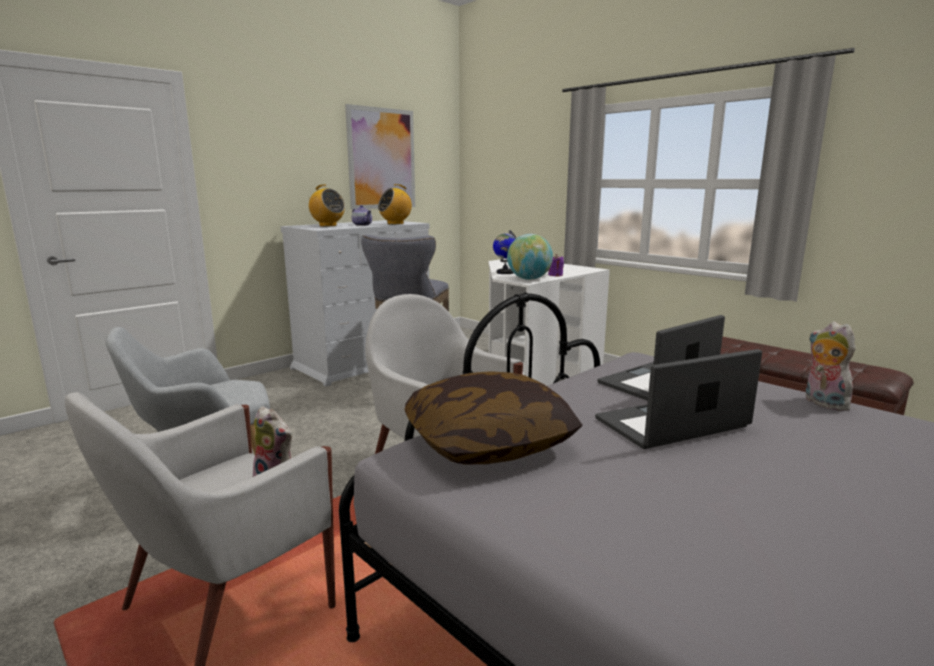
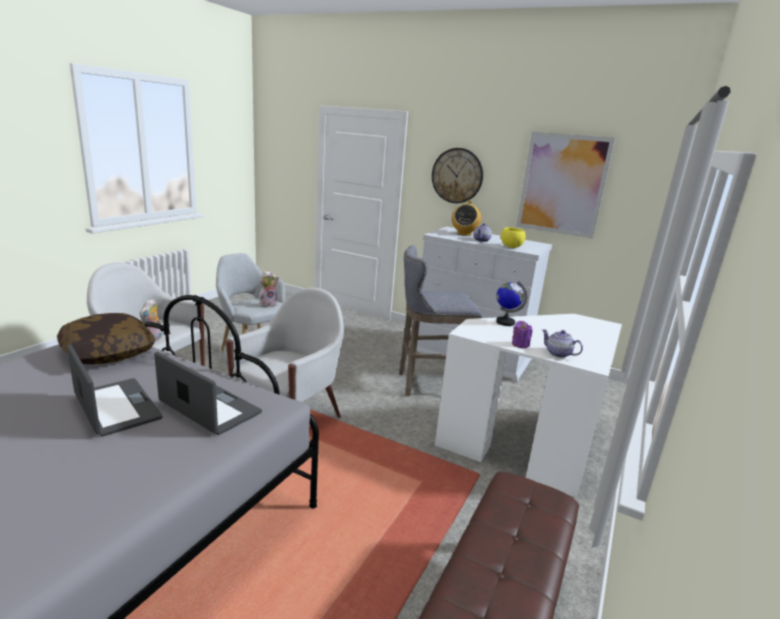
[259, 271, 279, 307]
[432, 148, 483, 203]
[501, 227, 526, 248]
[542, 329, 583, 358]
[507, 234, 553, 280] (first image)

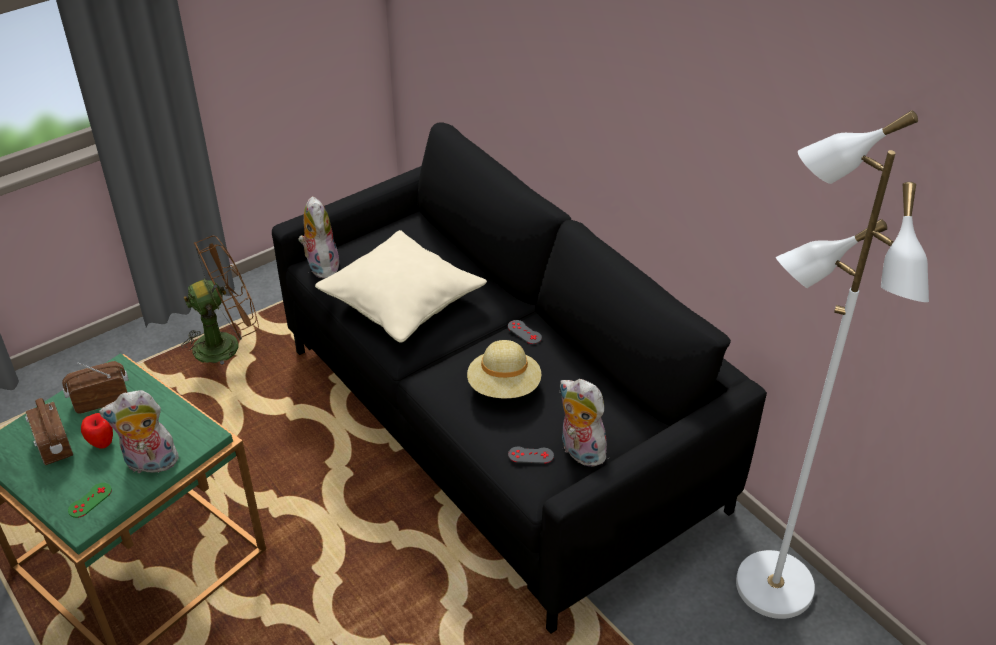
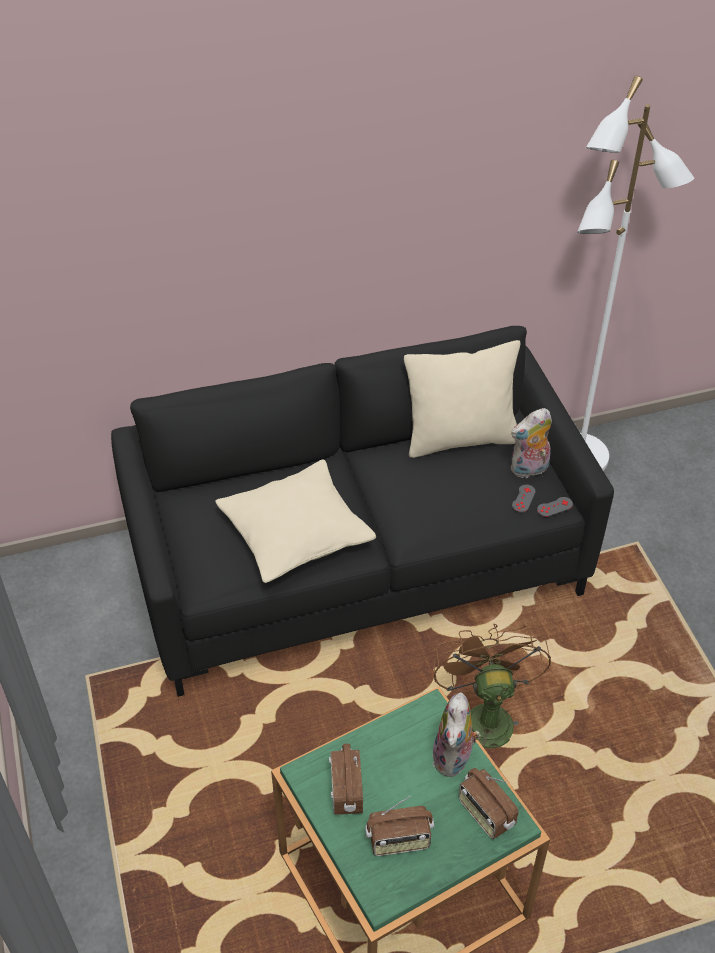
[404, 340, 520, 458]
[434, 624, 551, 749]
[459, 768, 519, 839]
[537, 497, 573, 517]
[81, 413, 113, 449] (first image)
[298, 196, 339, 278] (first image)
[467, 340, 541, 398] (first image)

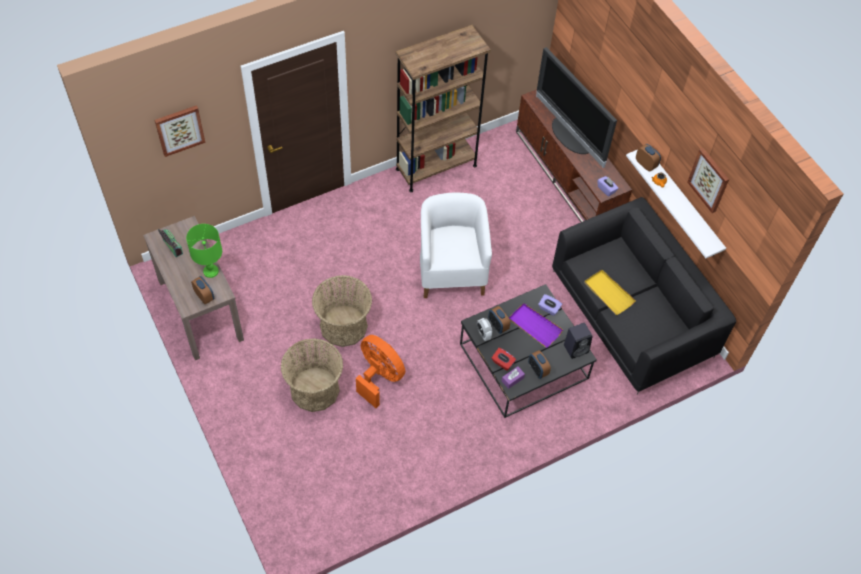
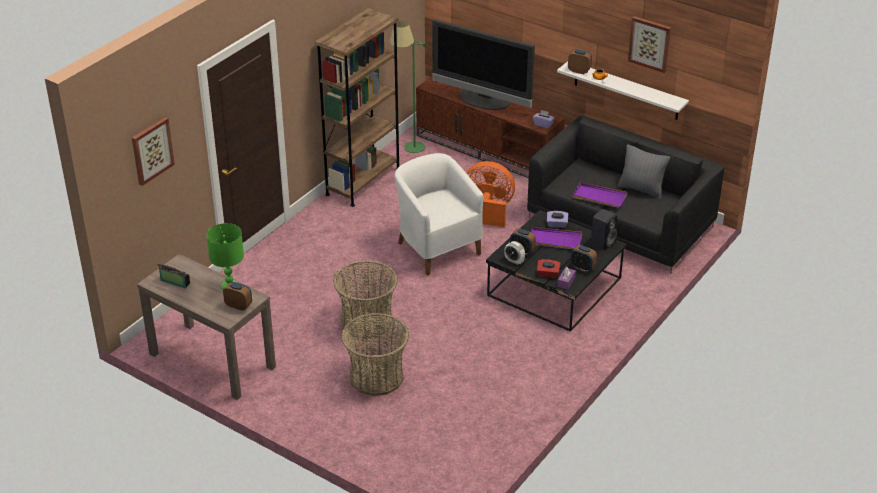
[390, 20, 425, 153]
[466, 161, 515, 227]
[573, 182, 627, 208]
[618, 144, 670, 199]

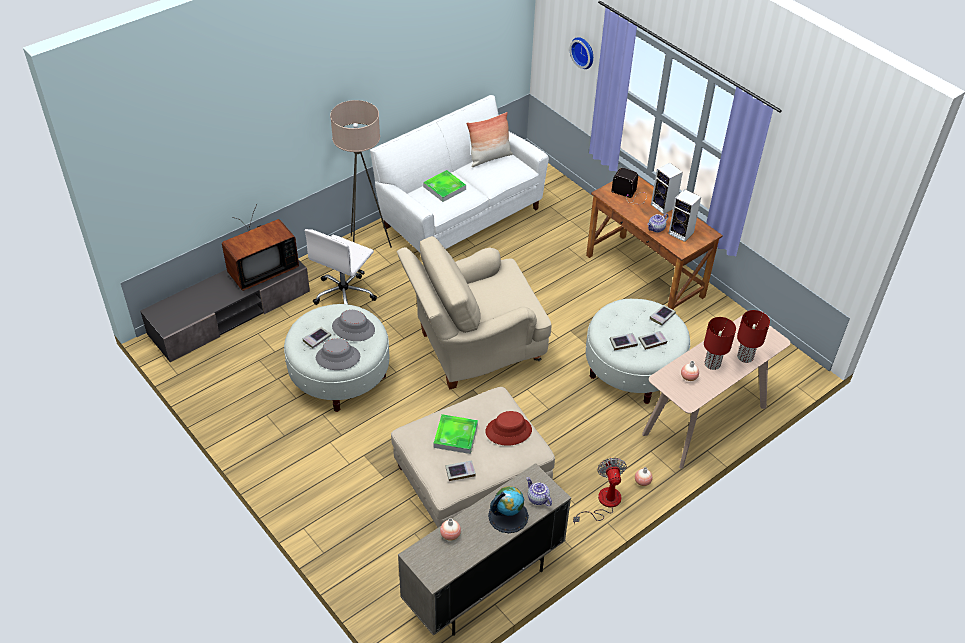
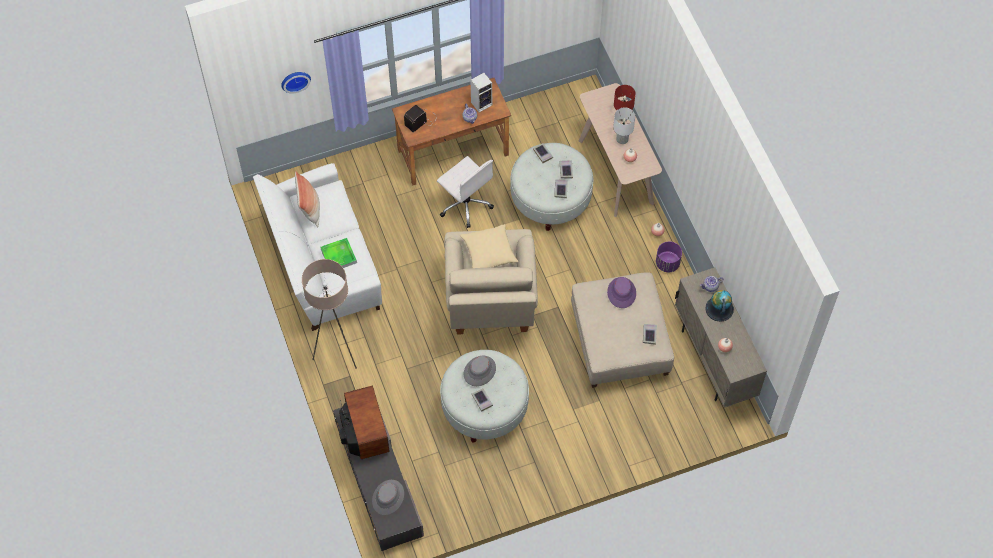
[372, 480, 404, 515]
[437, 156, 494, 228]
[460, 224, 518, 268]
[607, 277, 636, 308]
[613, 108, 635, 144]
[656, 241, 682, 272]
[434, 414, 478, 454] (first image)
[651, 162, 683, 214] (first image)

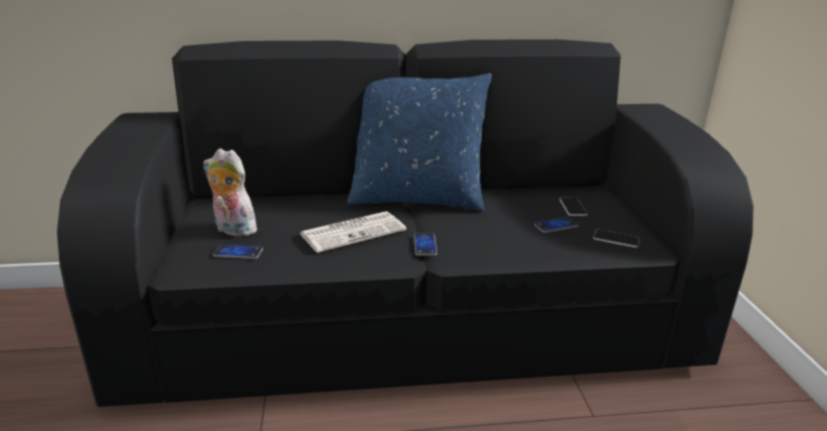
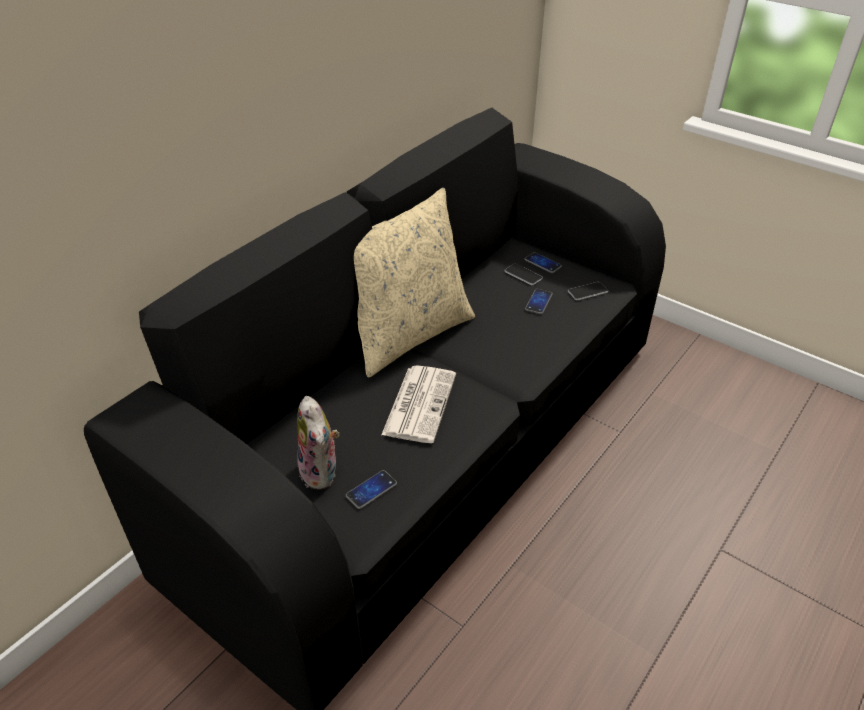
[297, 396, 339, 490]
[354, 188, 475, 378]
[524, 252, 562, 273]

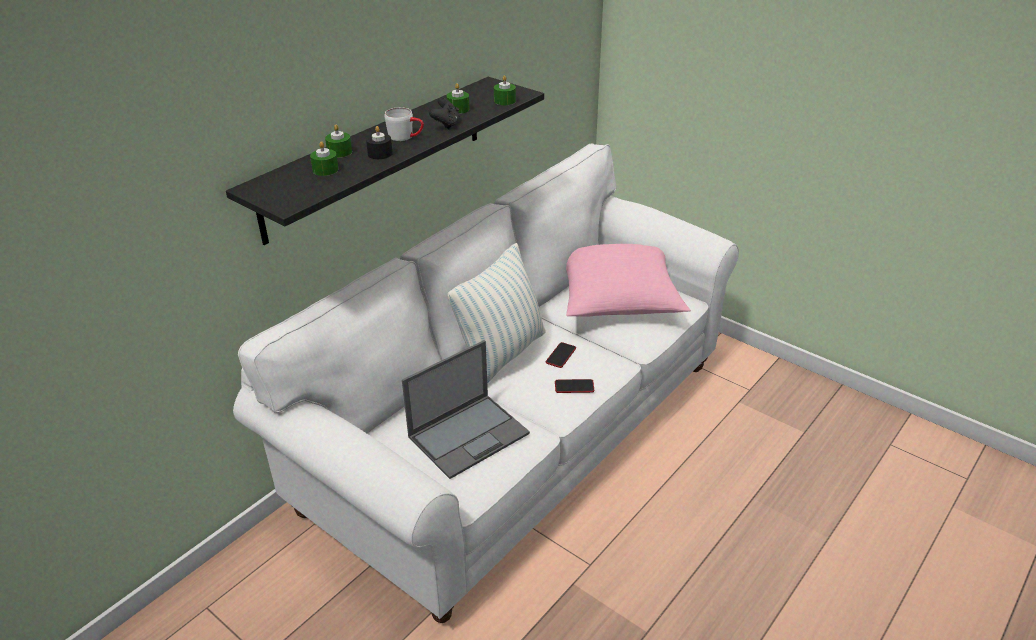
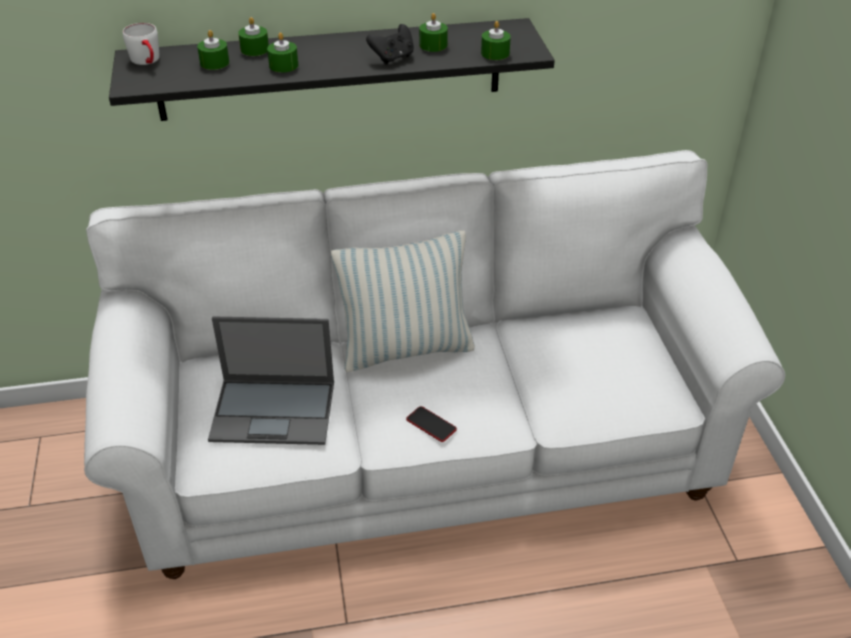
[123, 23, 160, 65]
[267, 32, 298, 73]
[546, 342, 576, 368] (first image)
[566, 244, 691, 317] (first image)

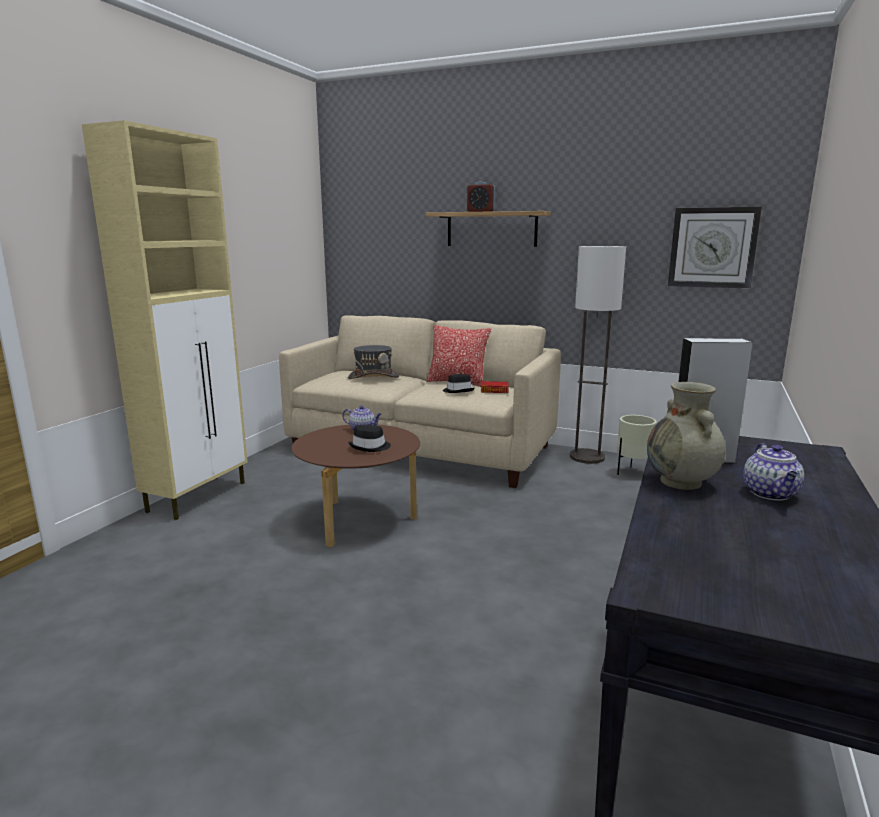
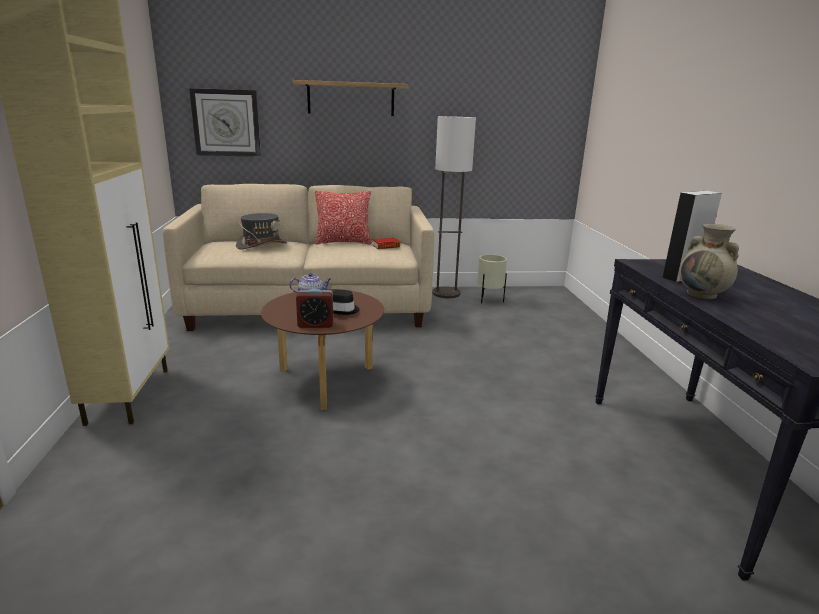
[189, 88, 261, 157]
[296, 289, 333, 328]
[443, 374, 475, 393] (first image)
[743, 443, 804, 501] (first image)

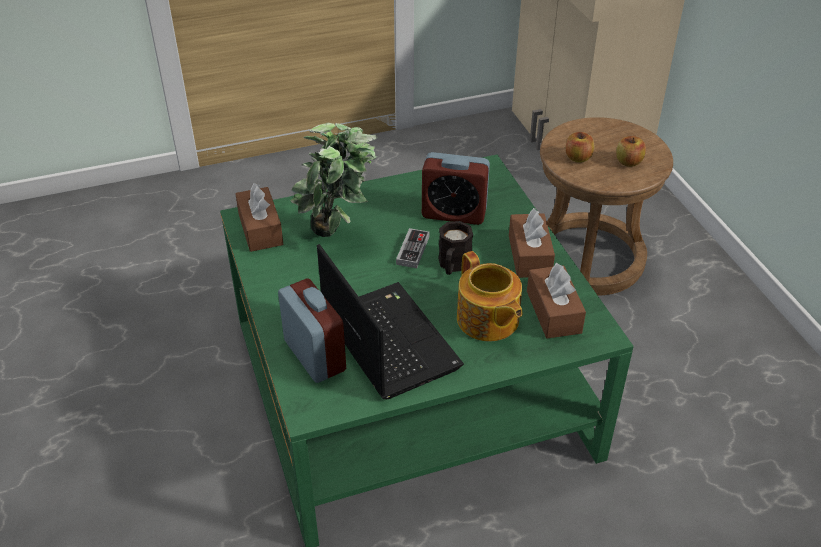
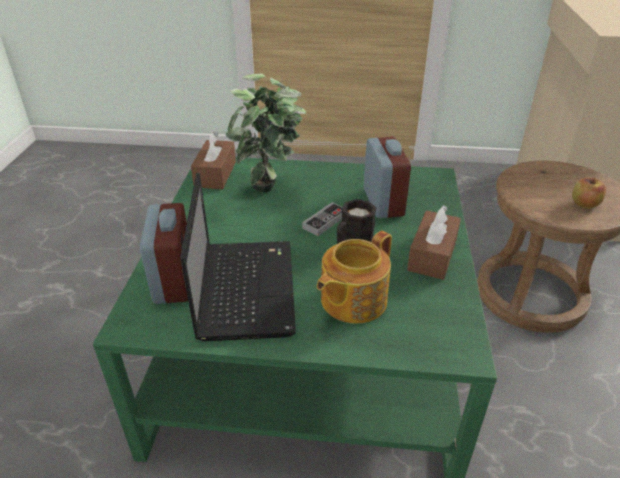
[317, 231, 392, 324]
[364, 137, 411, 218]
[527, 263, 586, 338] (first image)
[566, 132, 594, 163] (first image)

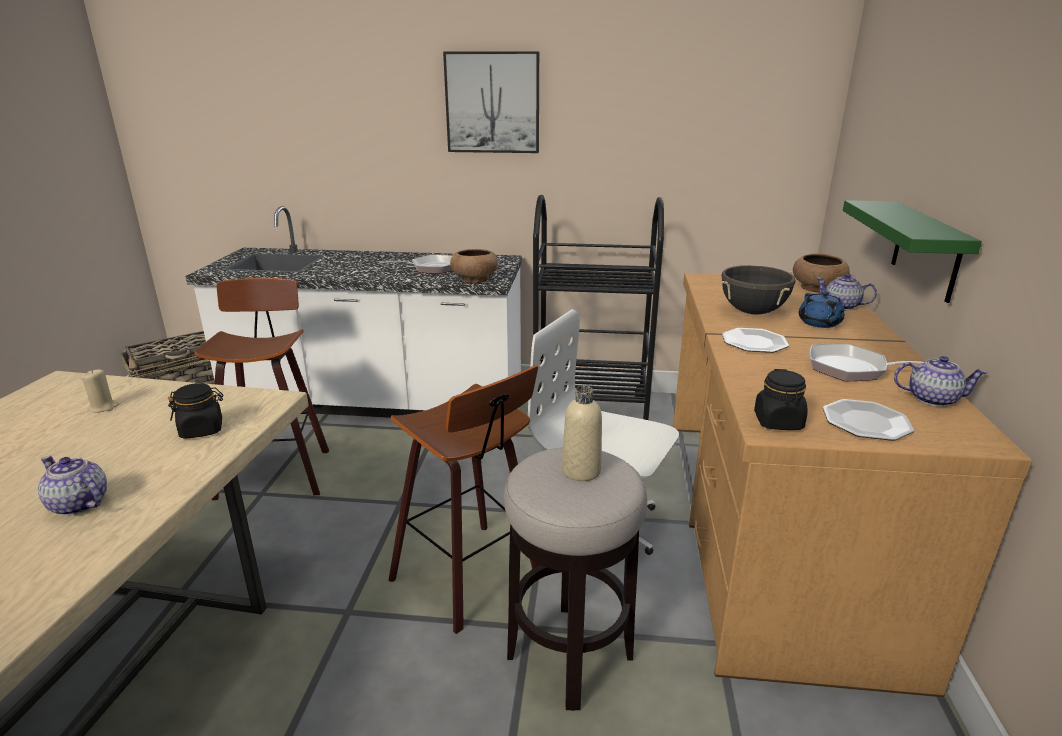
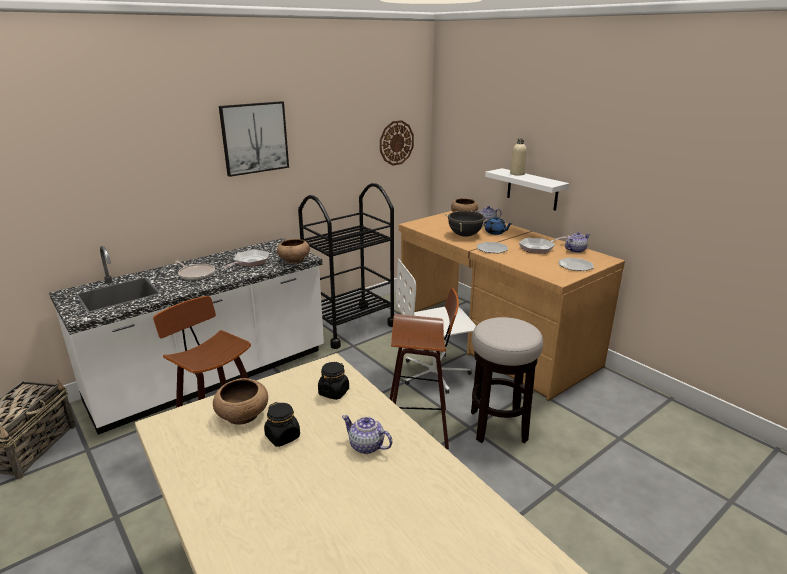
[175, 261, 215, 281]
[213, 378, 268, 425]
[264, 402, 300, 447]
[342, 415, 392, 454]
[380, 120, 414, 166]
[485, 168, 569, 211]
[510, 139, 527, 176]

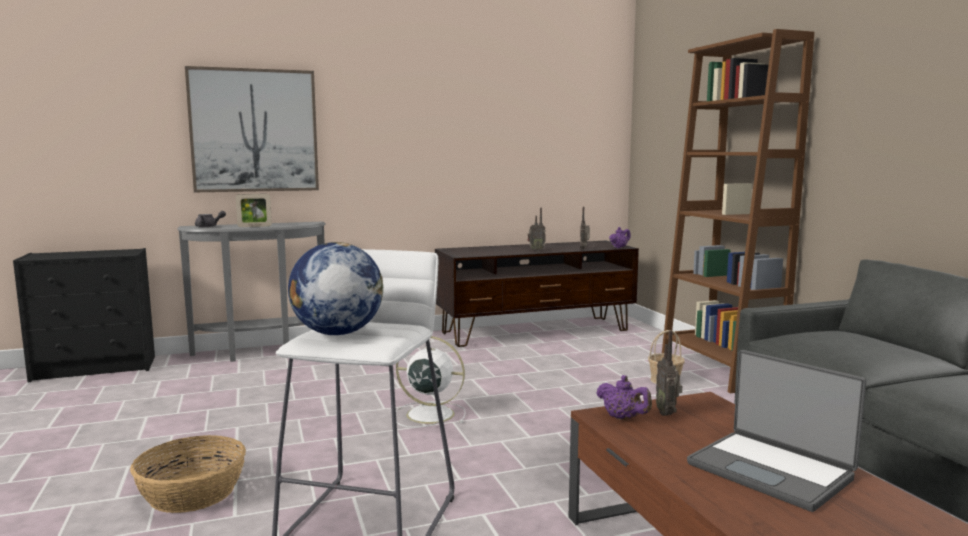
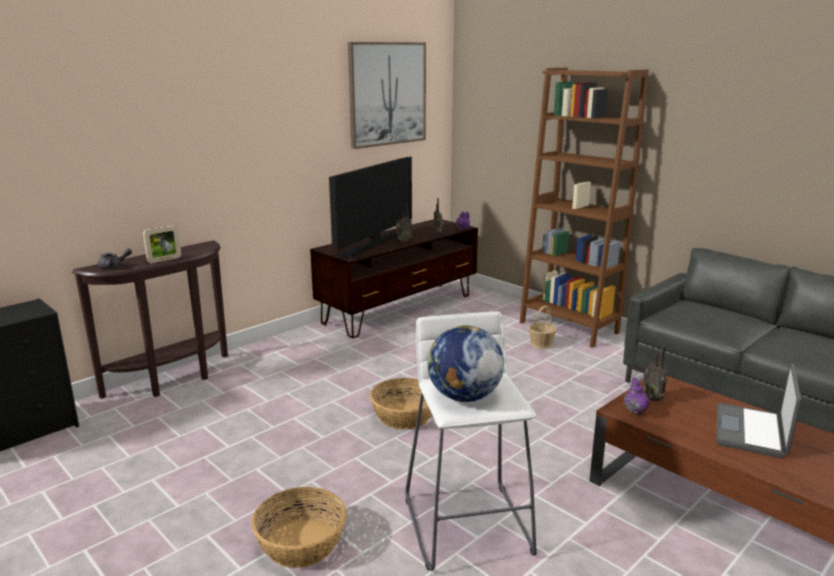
[72, 240, 228, 399]
[329, 156, 412, 258]
[348, 42, 426, 149]
[370, 378, 432, 429]
[623, 377, 650, 414]
[716, 363, 801, 458]

